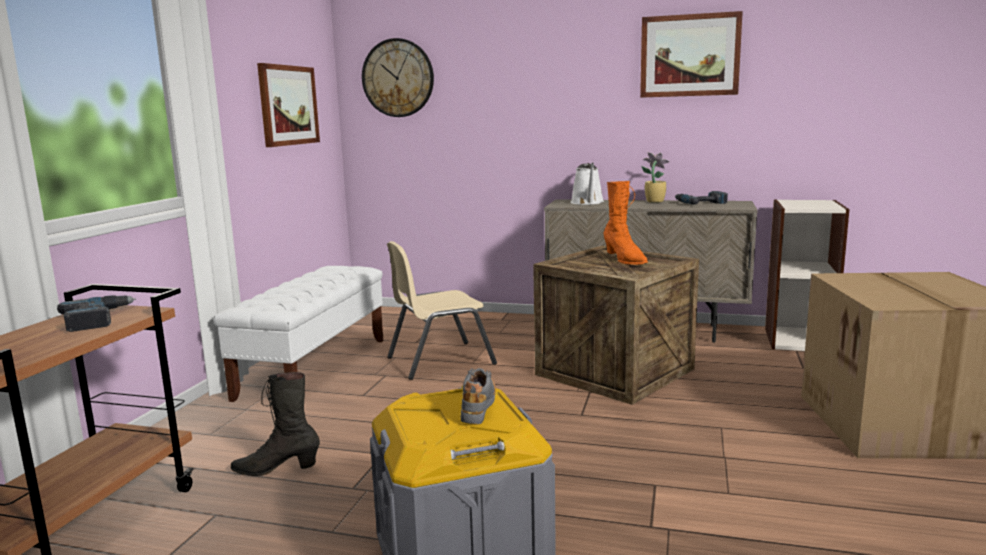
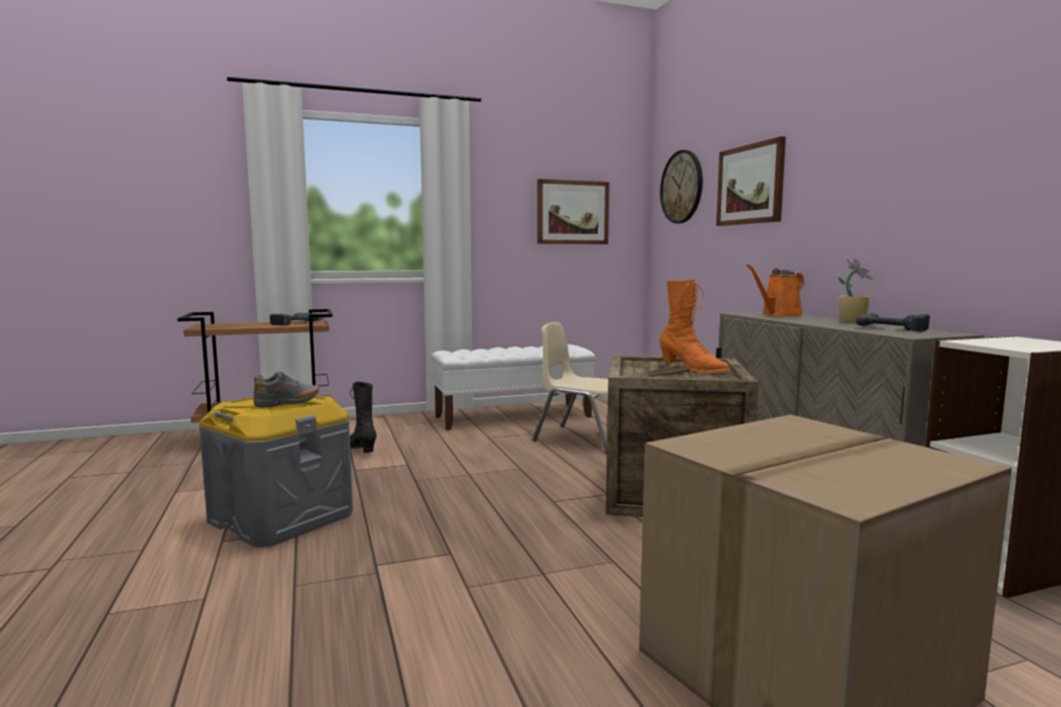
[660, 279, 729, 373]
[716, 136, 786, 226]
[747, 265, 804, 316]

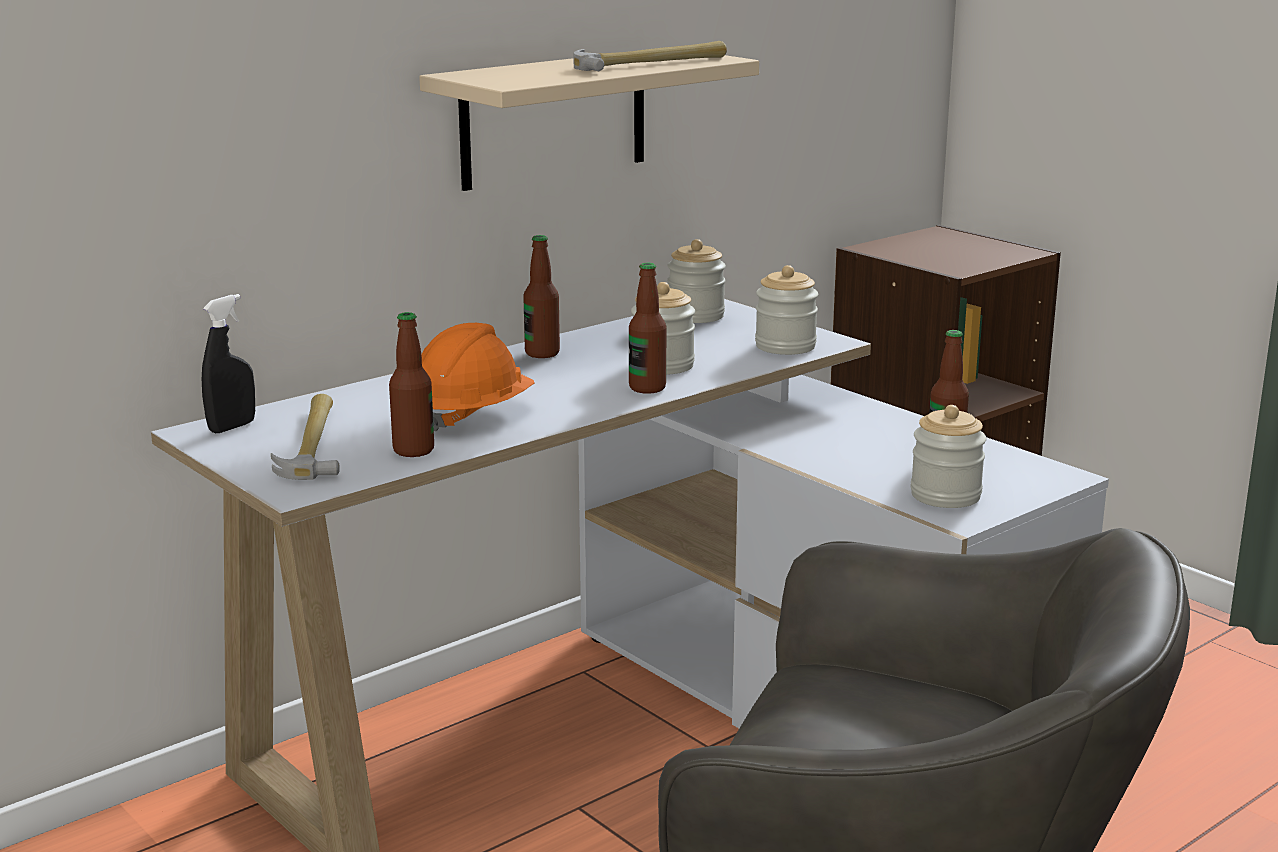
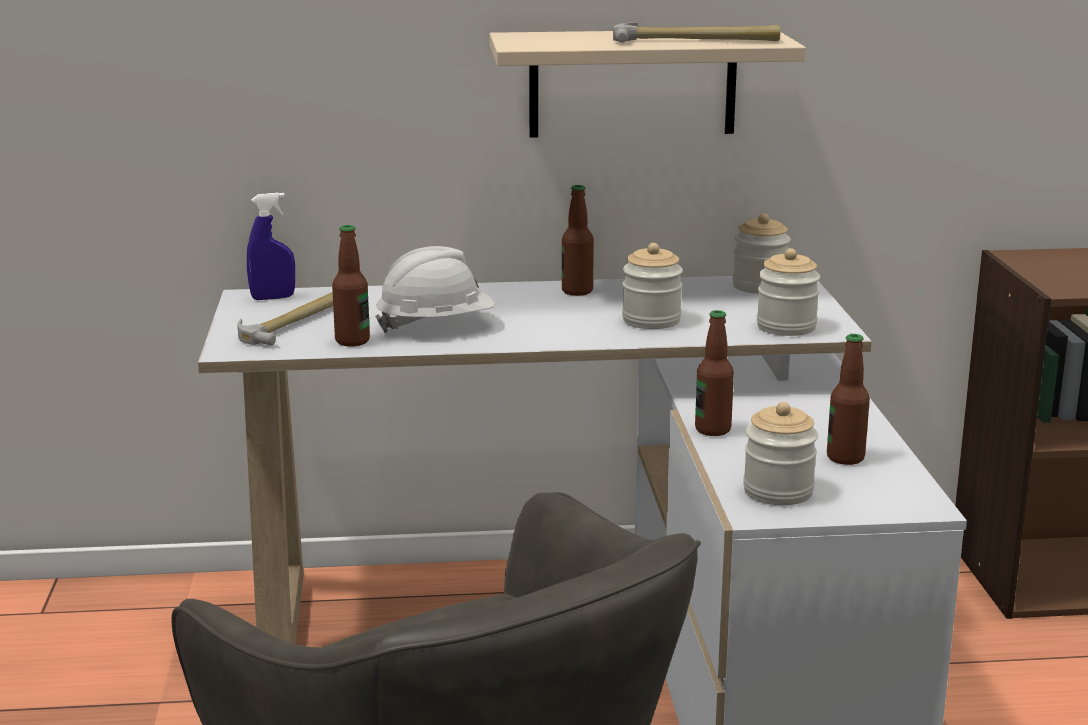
[247, 192, 295, 300]
[375, 246, 495, 333]
[695, 310, 734, 436]

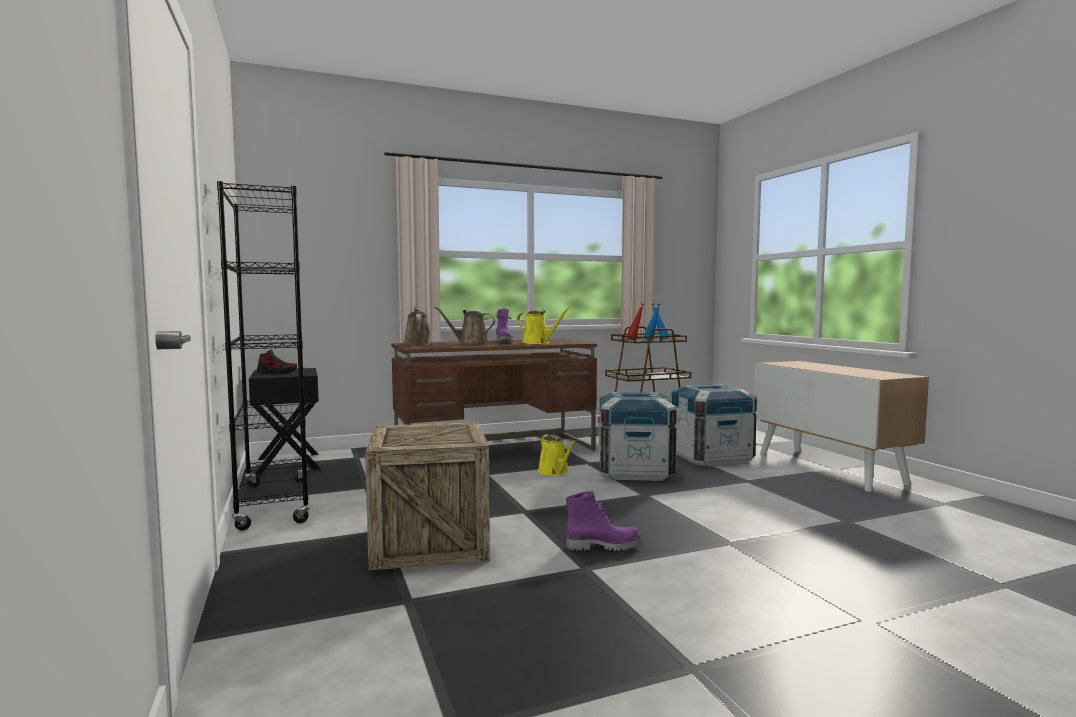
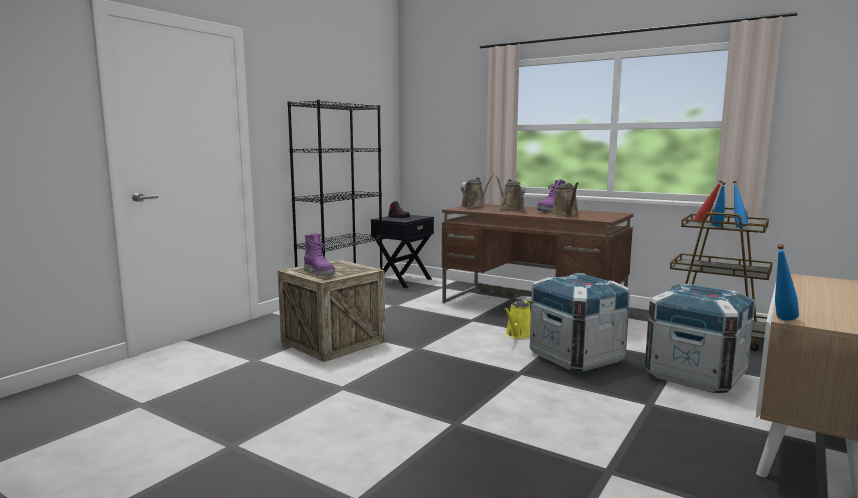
[304, 233, 335, 276]
[551, 182, 579, 217]
[775, 244, 799, 320]

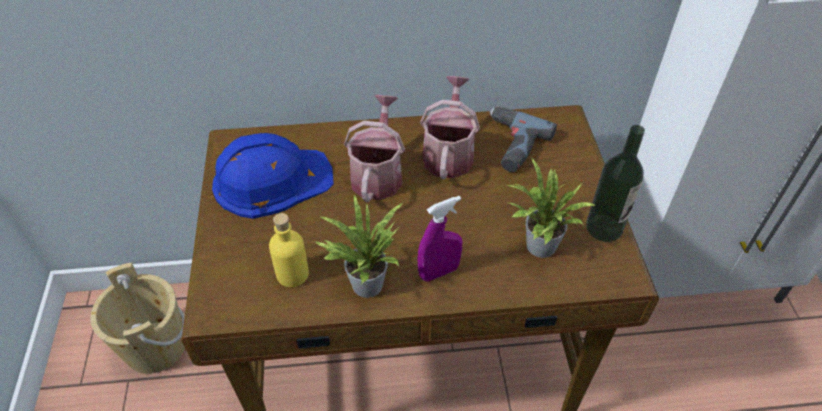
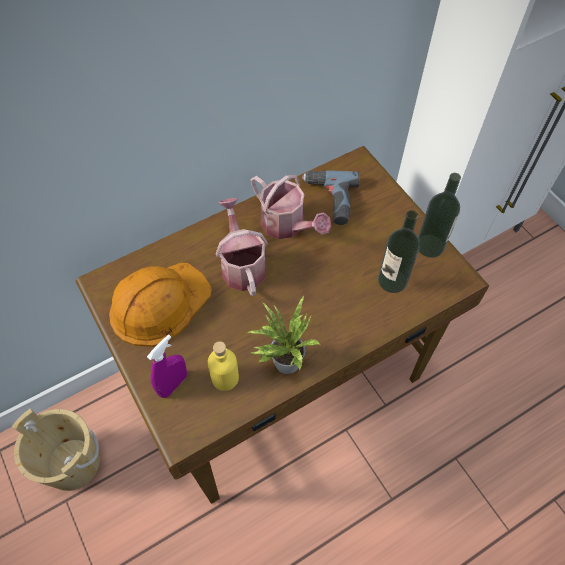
[109, 263, 212, 347]
[147, 334, 187, 398]
[250, 175, 331, 239]
[378, 210, 420, 293]

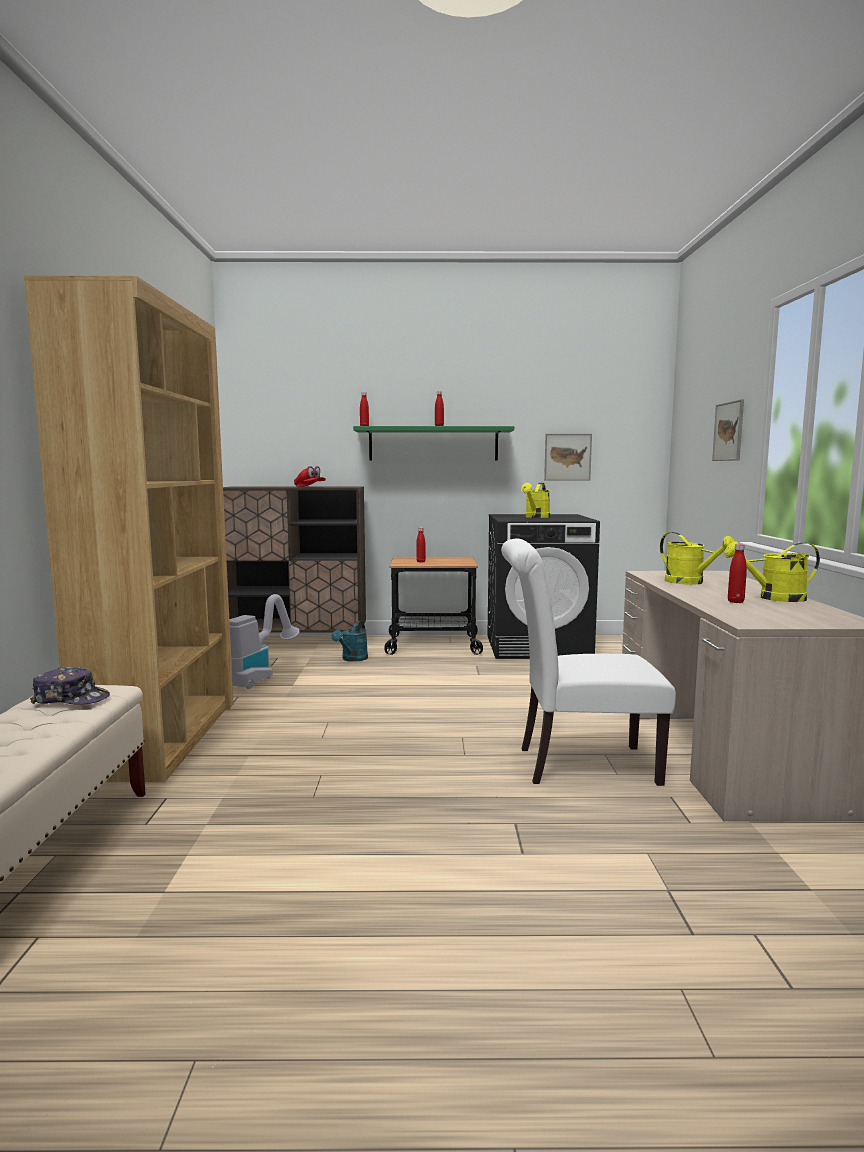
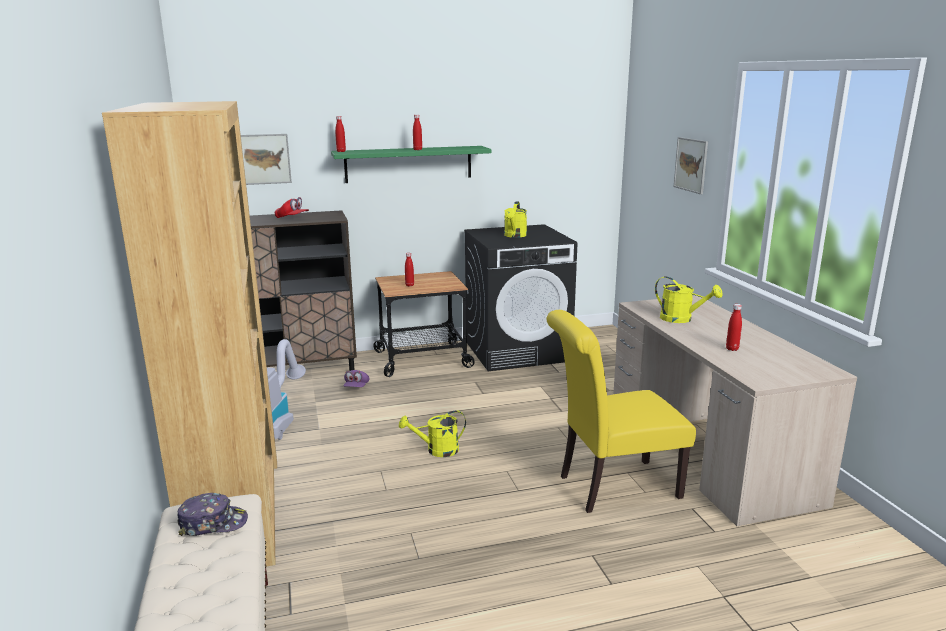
[241, 134, 292, 185]
[344, 370, 369, 387]
[399, 410, 466, 457]
[547, 310, 696, 513]

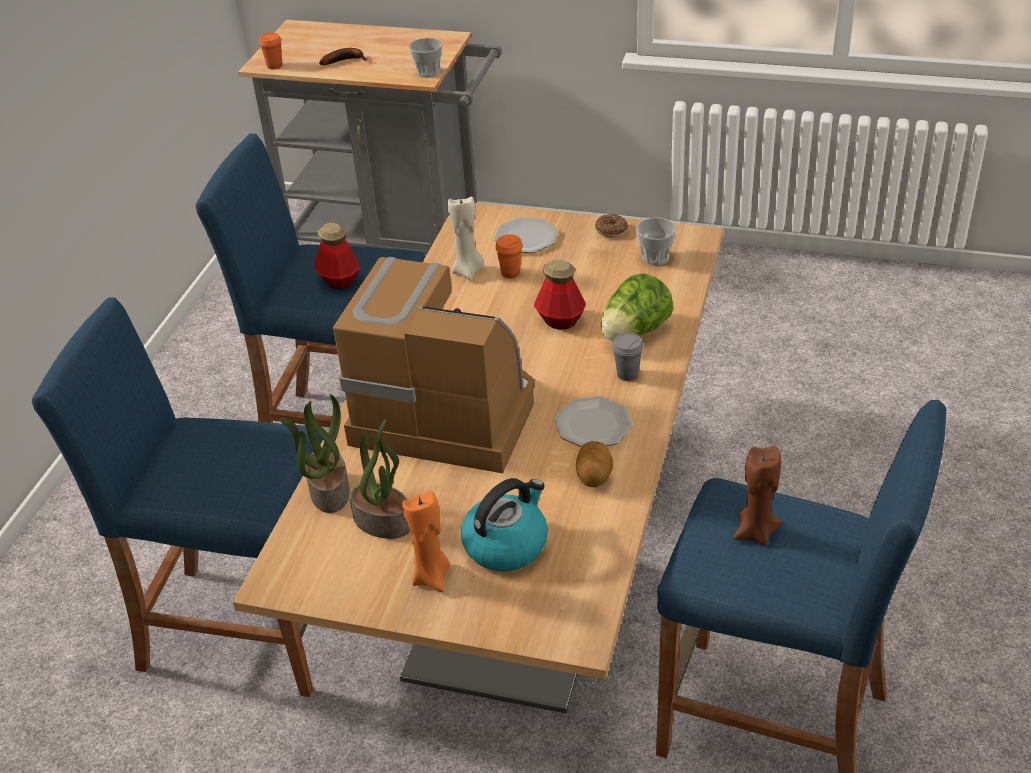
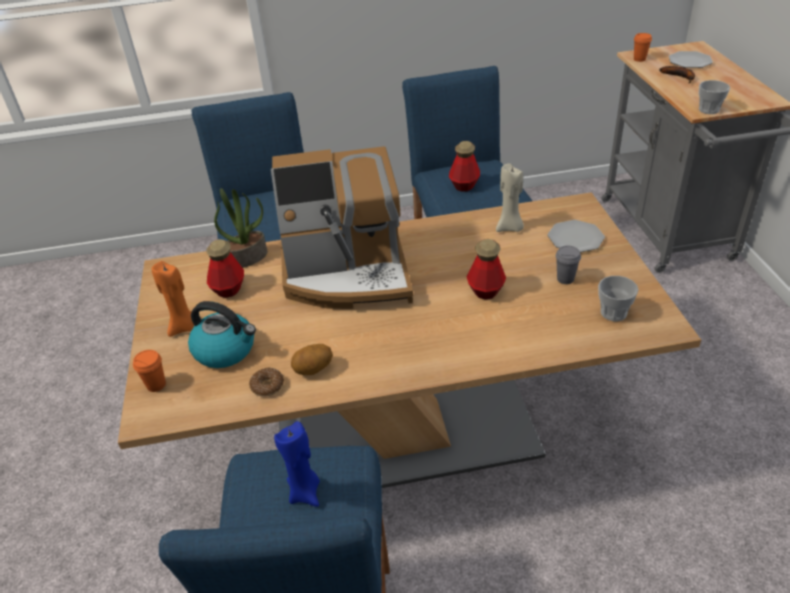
[133, 350, 166, 392]
[206, 239, 244, 298]
[249, 367, 284, 397]
[271, 146, 413, 309]
[274, 421, 320, 507]
[556, 246, 581, 284]
[669, 51, 713, 68]
[601, 273, 673, 341] (first image)

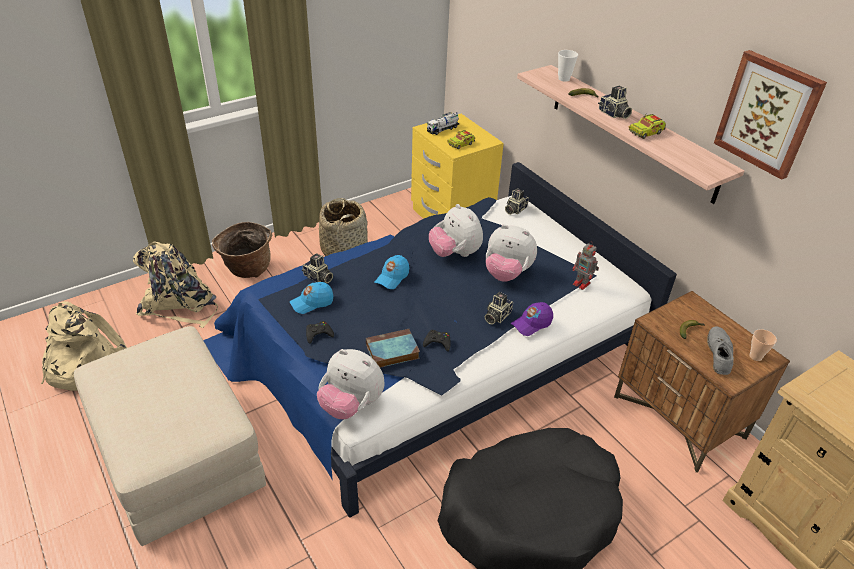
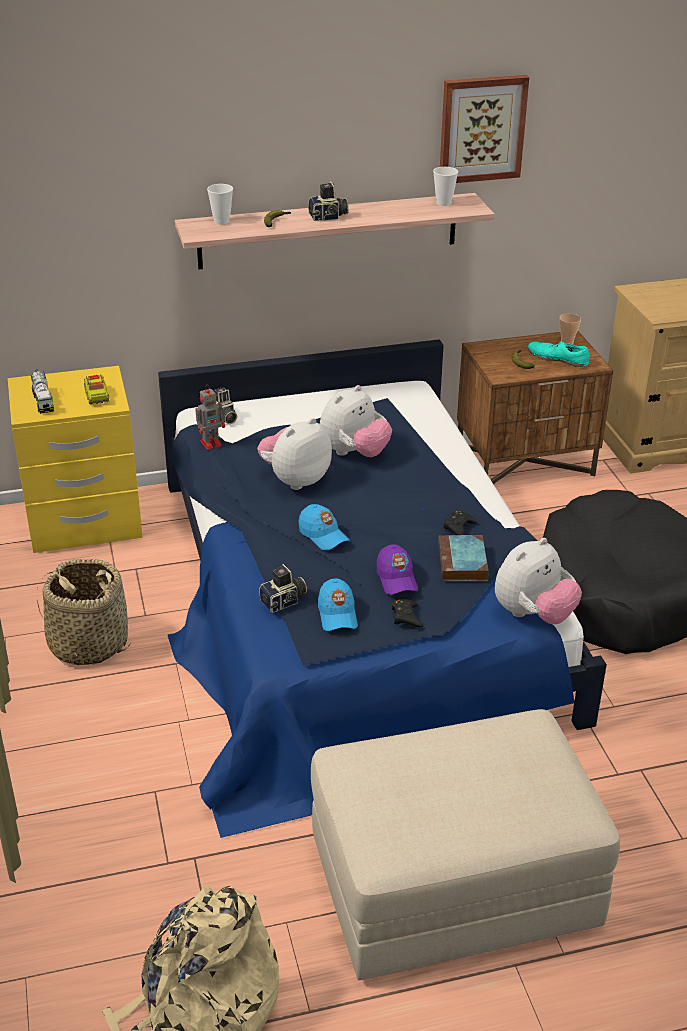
[195, 384, 225, 450]
[257, 418, 332, 490]
[377, 544, 418, 595]
[433, 167, 458, 206]
[528, 340, 590, 367]
[133, 241, 218, 328] (first image)
[212, 222, 272, 278] (first image)
[485, 292, 513, 324] (first image)
[629, 114, 666, 139] (first image)

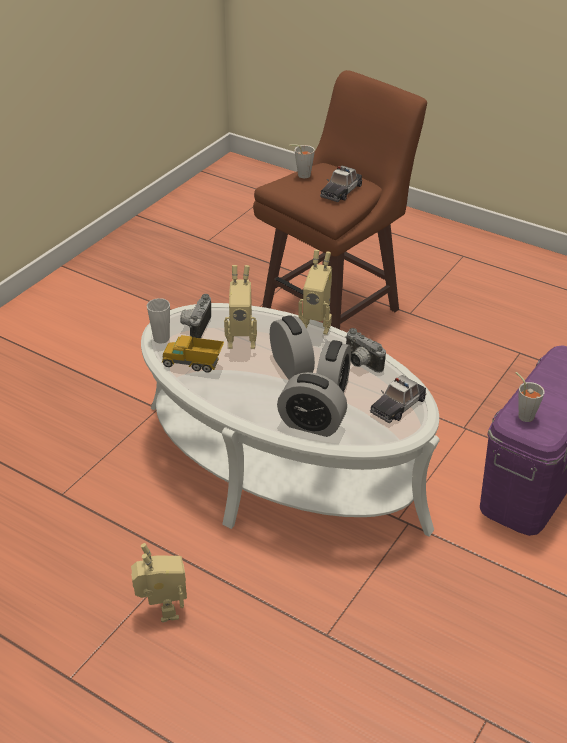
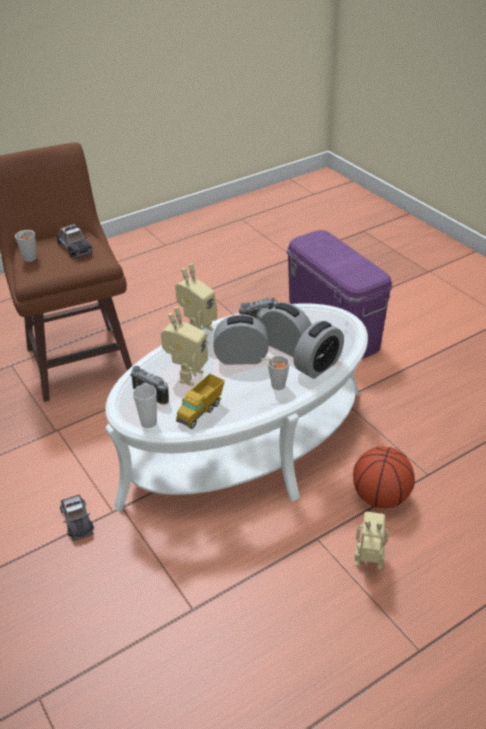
[60, 494, 94, 541]
[261, 355, 290, 390]
[353, 447, 415, 508]

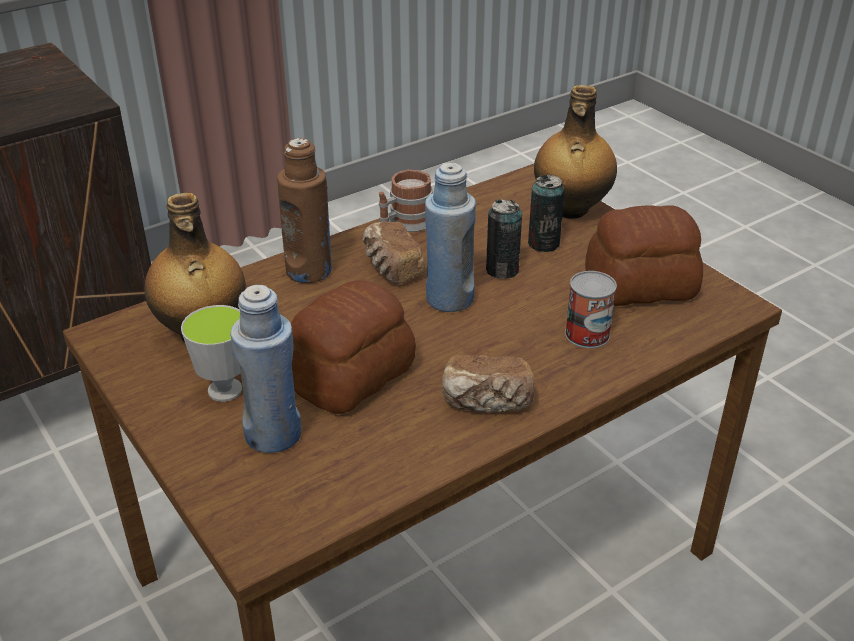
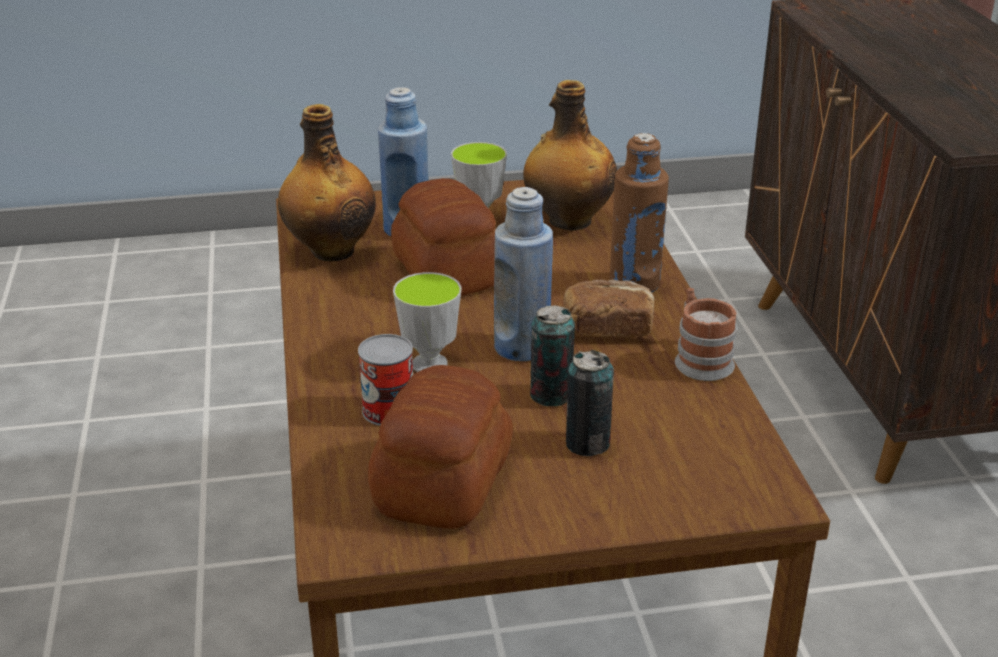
[278, 104, 376, 261]
[393, 272, 461, 372]
[442, 354, 535, 412] (first image)

